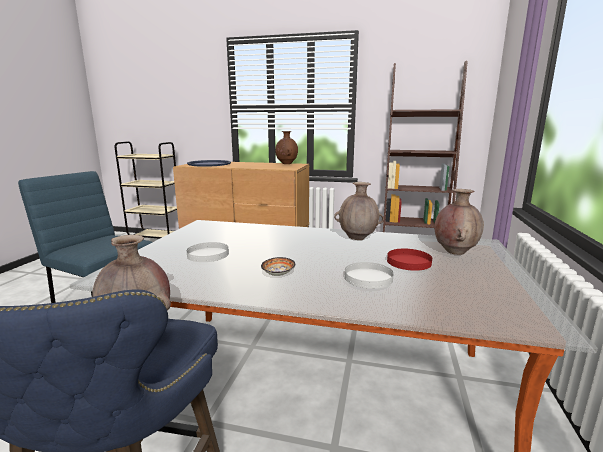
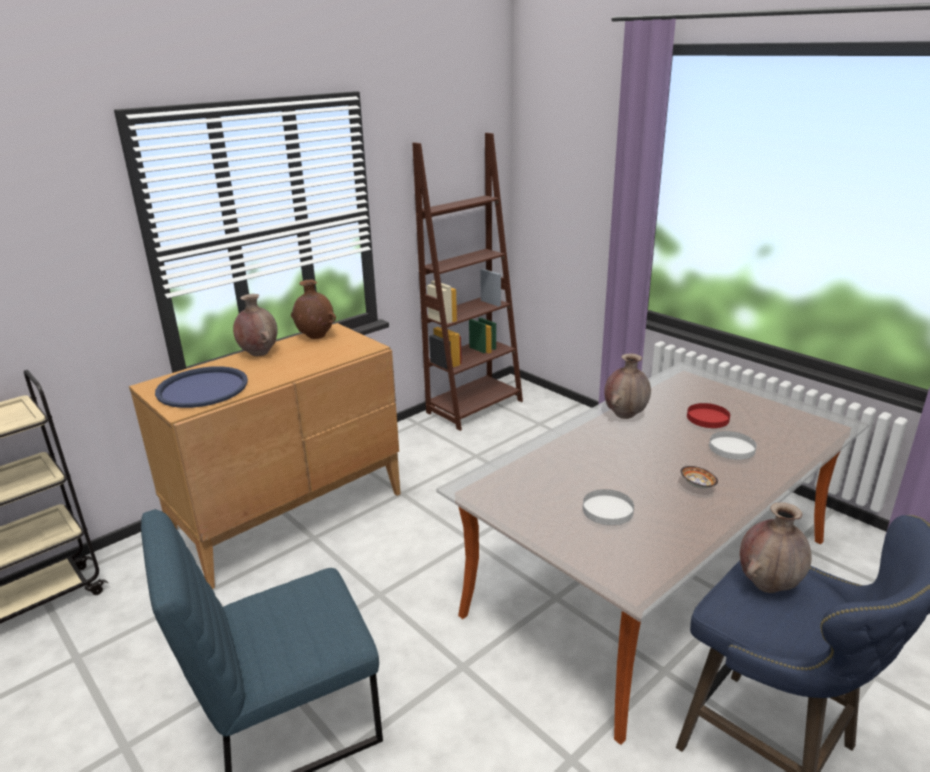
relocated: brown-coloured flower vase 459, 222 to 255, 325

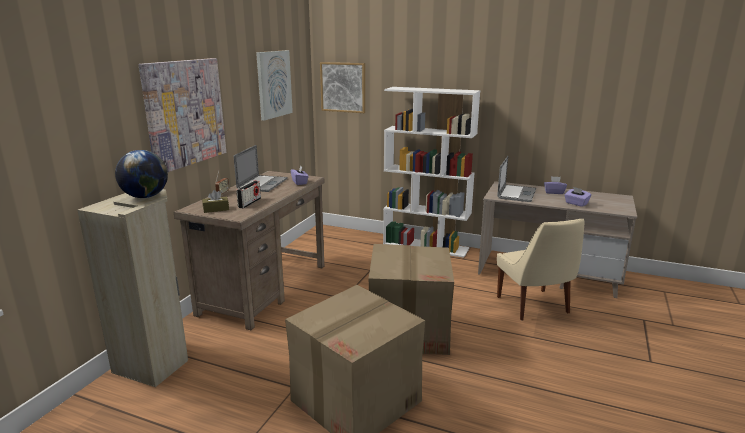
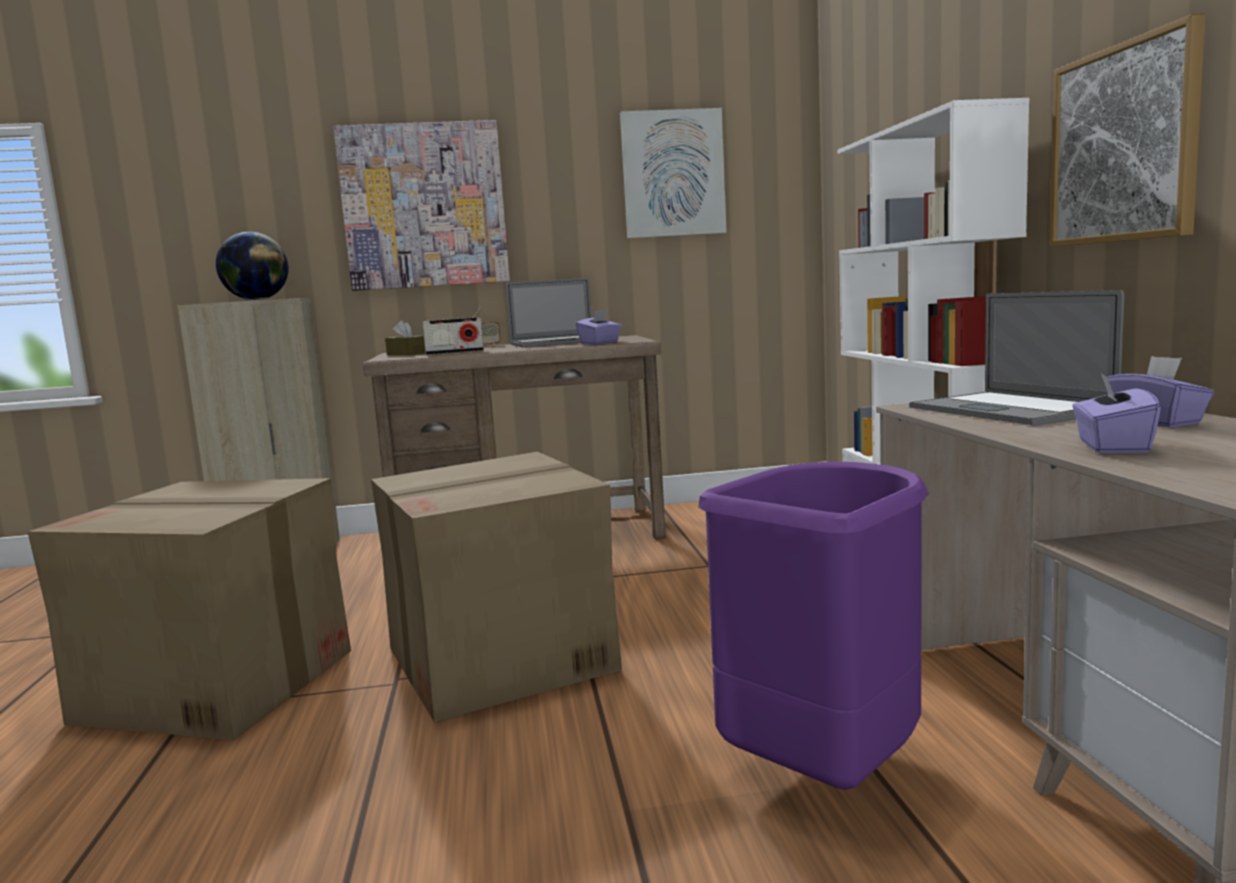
relocated: wall picture 342, 87 to 1127, 130
exchanged: sand-coloured plain chair 541, 269 to purple-coloured trash can 813, 626
spun: notebook computer 516, 179 = 1016, 358 75 degrees clockwise

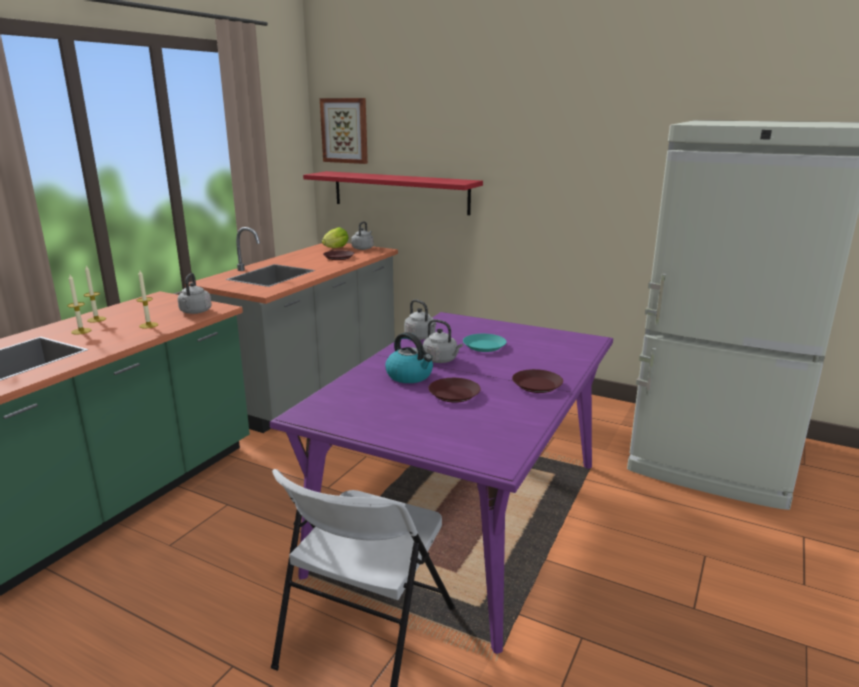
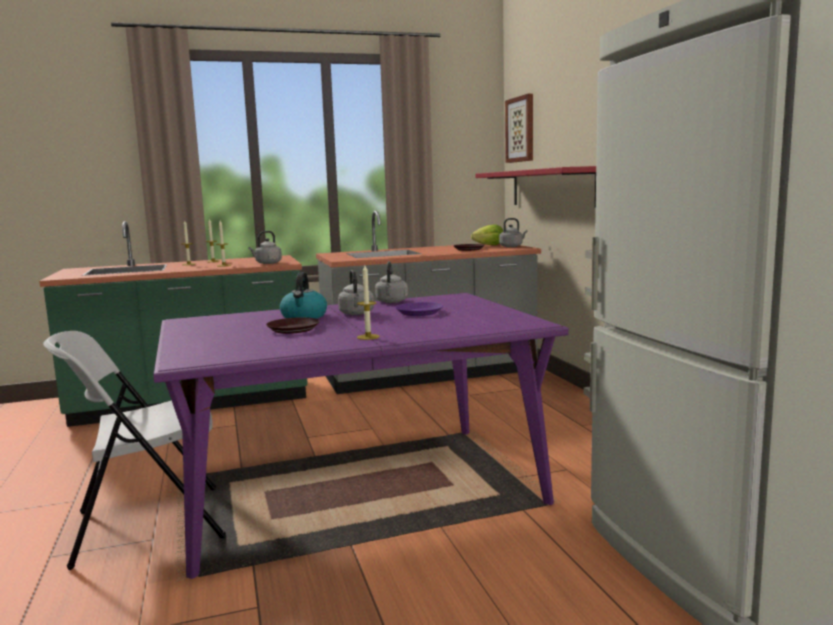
exchanged: brown-coloured plate 537, 381 to candle 368, 302
colour: turquoise-coloured plate 485, 343 to purple-coloured plate 419, 309

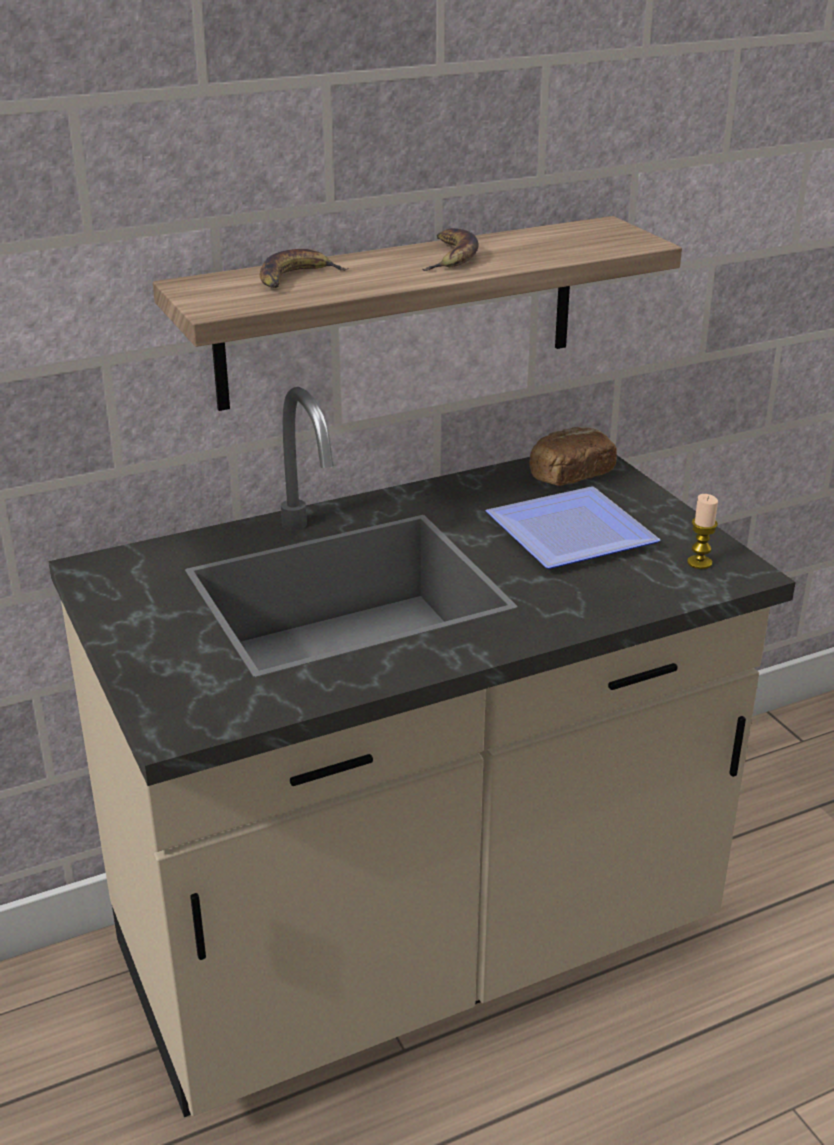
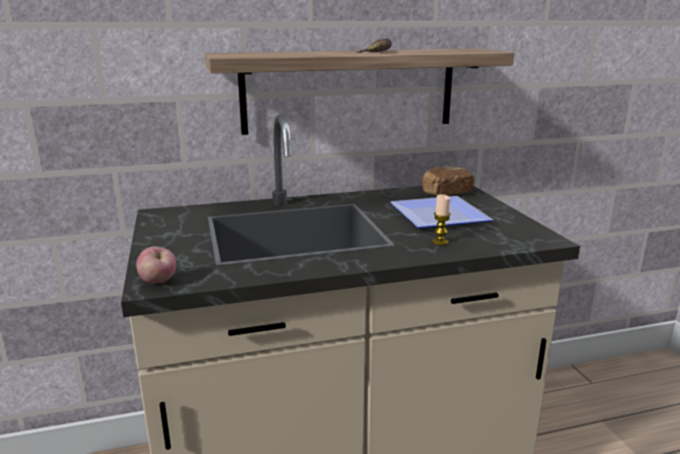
missing: banana fruit 304, 268
appeared: whole apple 156, 265
relocated: candle 702, 531 to 441, 219

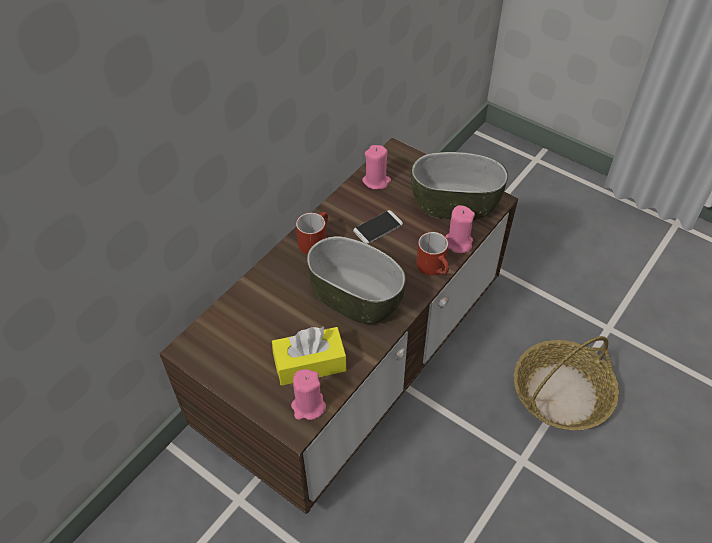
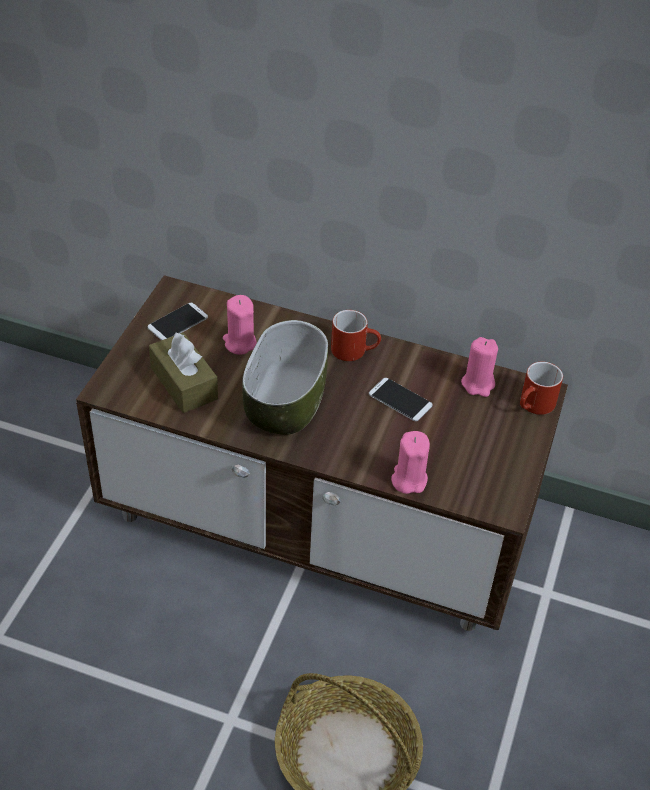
missing: deep dish 459, 186
appeared: phone 178, 321
relocated: pink candle 308, 394 to 240, 325; reddish coffee mug 432, 254 to 541, 388
colour: yellow-coloured tissue box 309, 356 to brown-coloured tissue box 183, 372

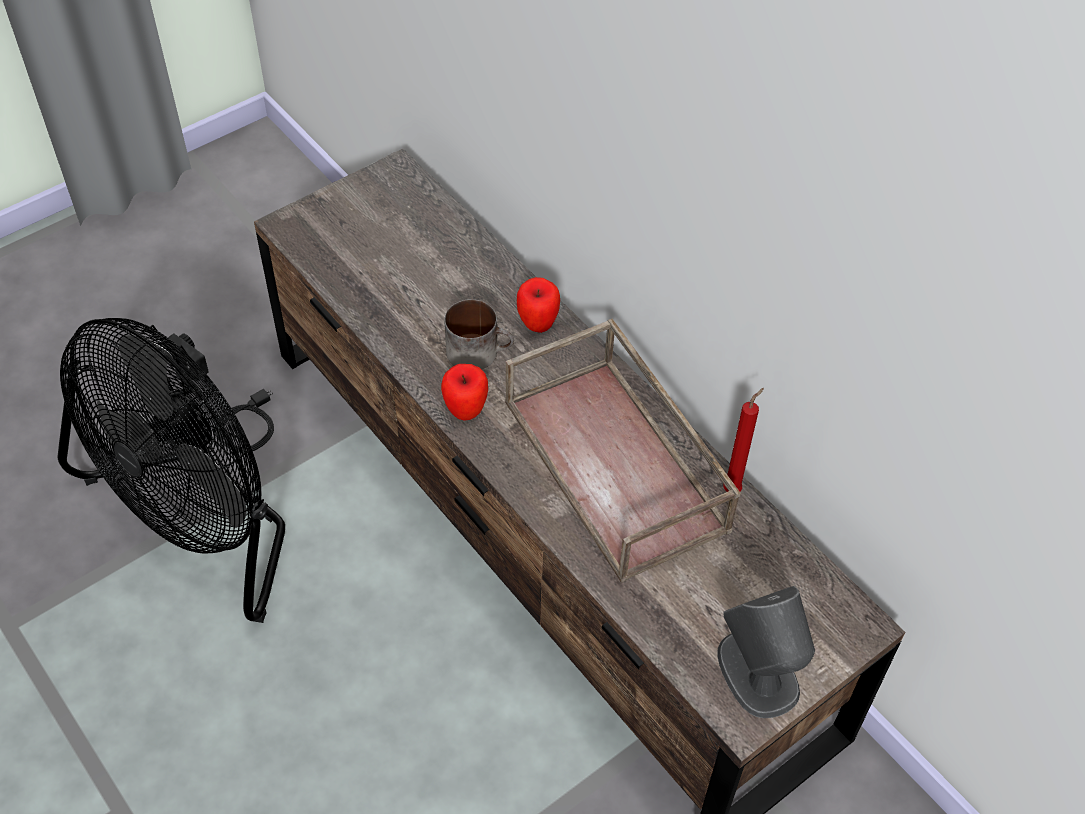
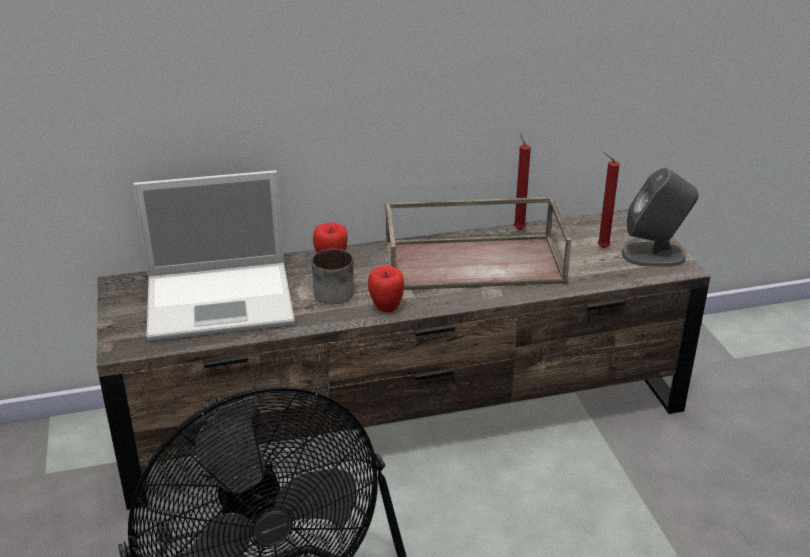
appeared: notebook computer 214, 255; reddish candle 608, 200

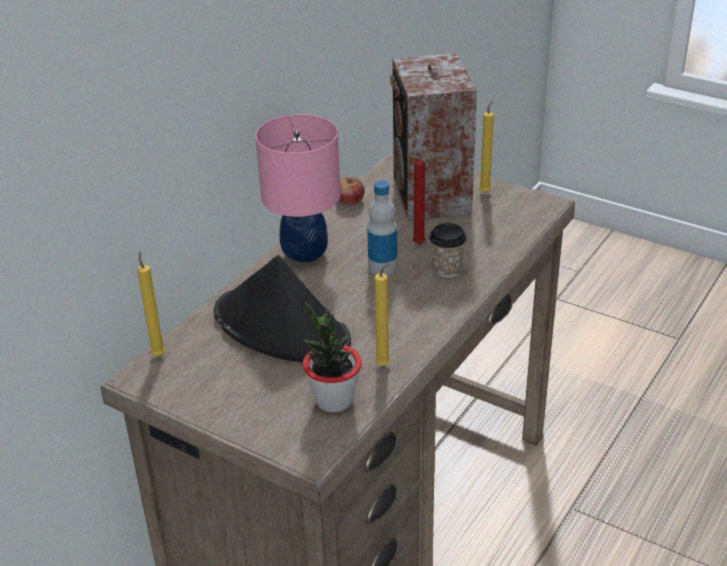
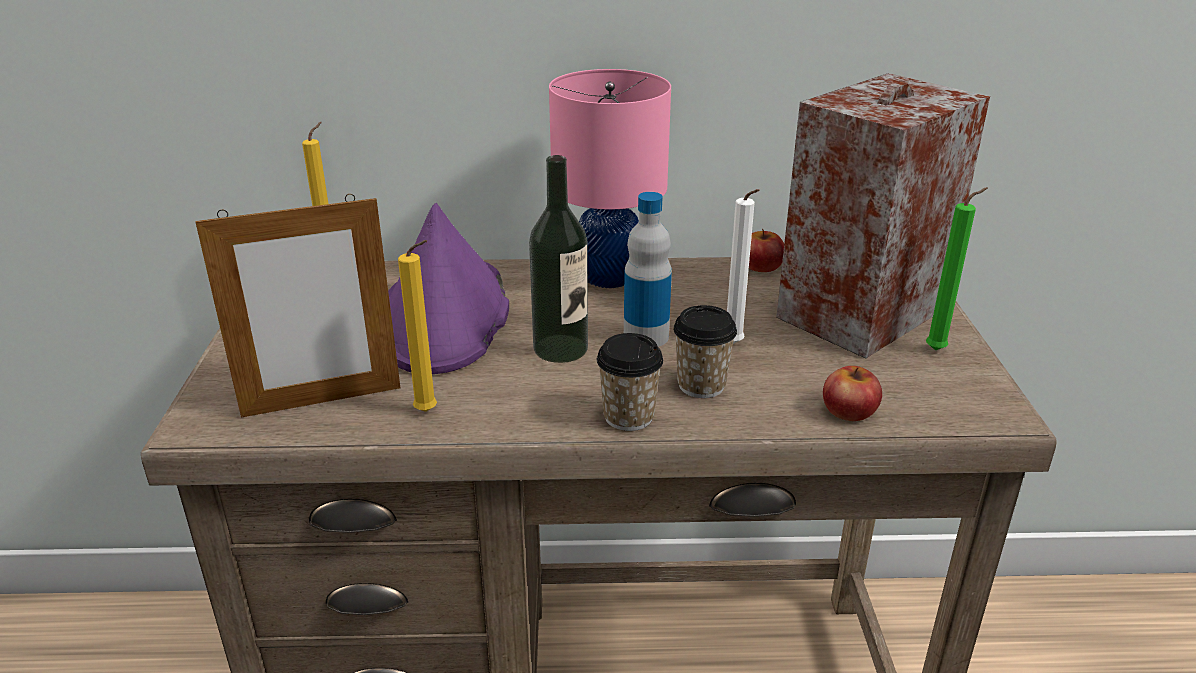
appeared: bottle 558, 259; small cup 630, 382; whole apple 852, 393
exchanged: plant in a pot 332, 357 to picture frame 297, 306
colour: black wearable hat 282, 309 to purple-coloured wearable hat 448, 288; reddish candle 422, 198 to white-coloured candle 743, 266; yellow-coloured candle 486, 146 to green-coloured candle 957, 268

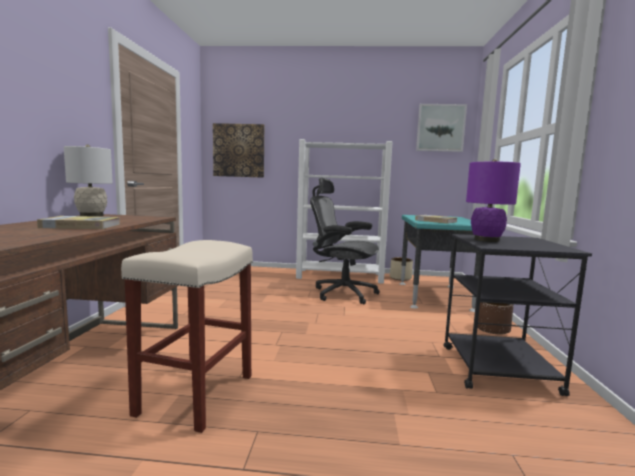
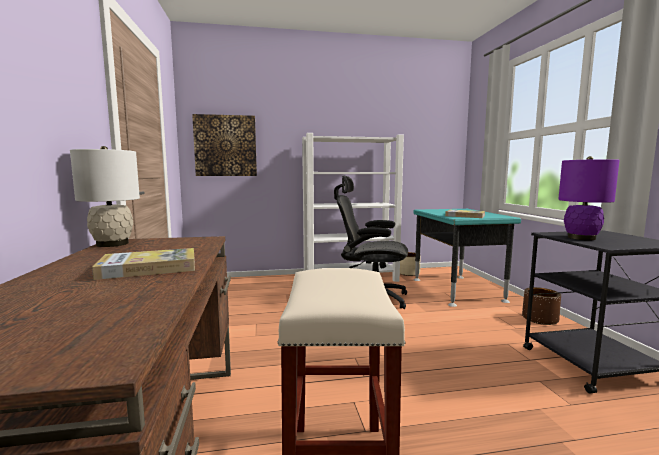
missing: wall picture 441, 128

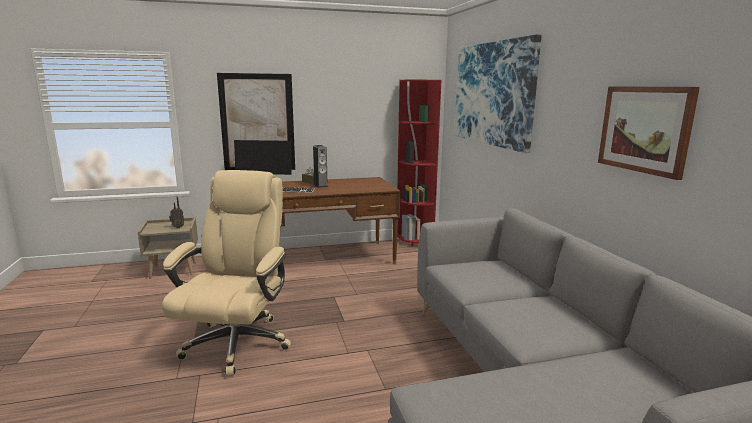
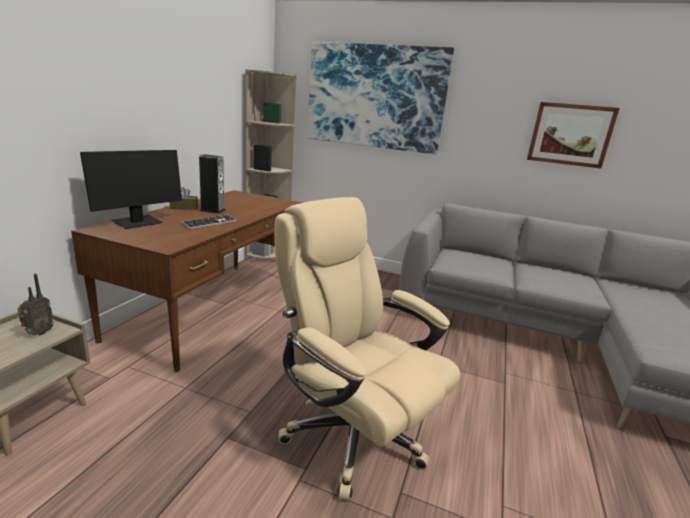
missing: wall picture 256, 121
colour: reddish shelving unit 419, 163 to sand-coloured shelving unit 271, 165

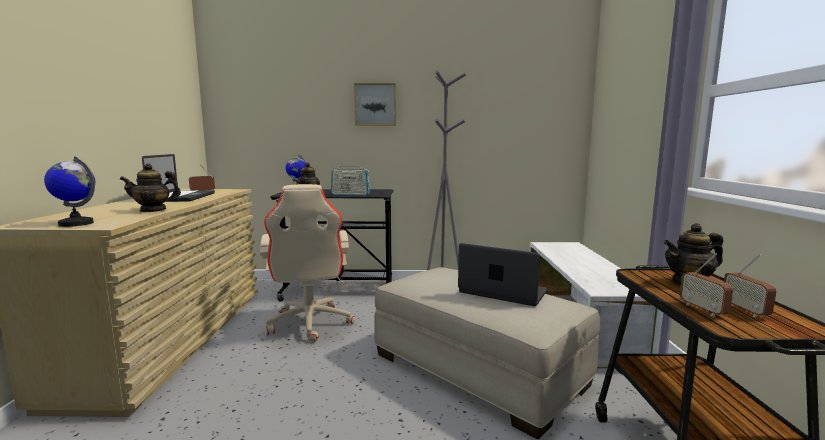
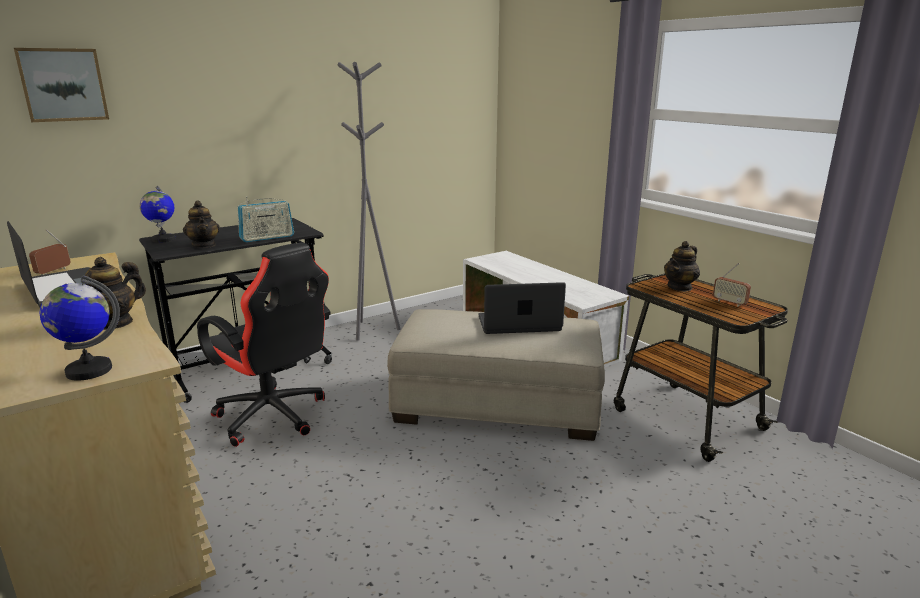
missing: radio receiver 706, 285
relocated: wall picture 375, 104 to 61, 85
colour: sand-coloured office chair 307, 263 to black office chair 264, 345

